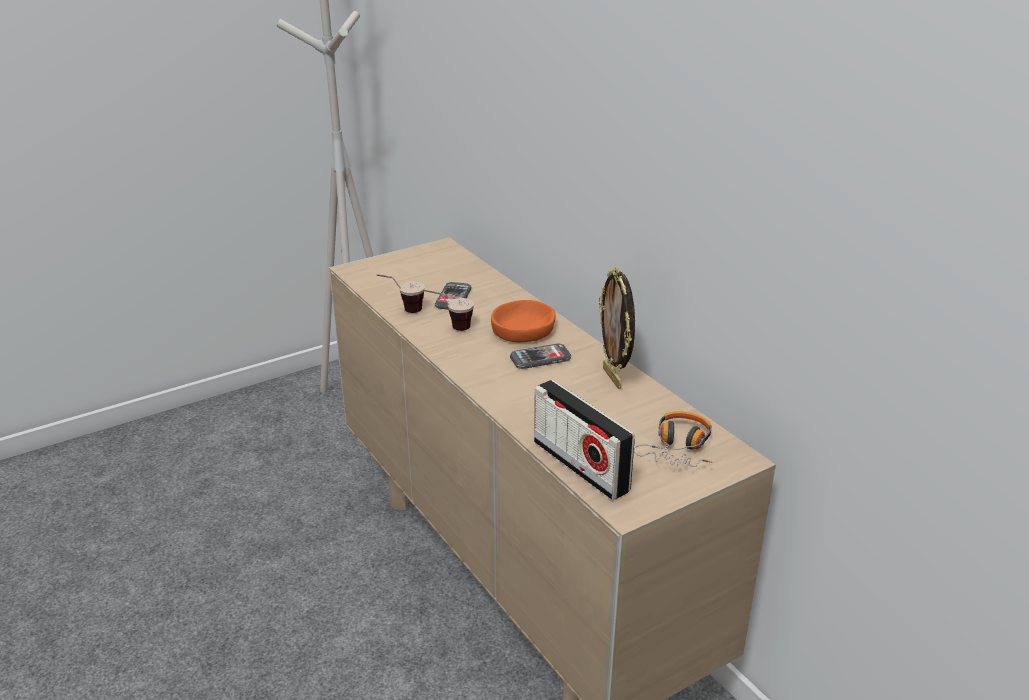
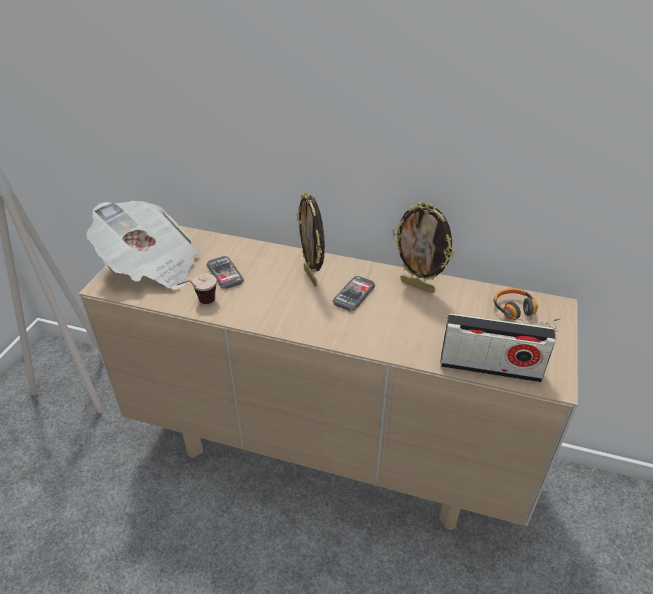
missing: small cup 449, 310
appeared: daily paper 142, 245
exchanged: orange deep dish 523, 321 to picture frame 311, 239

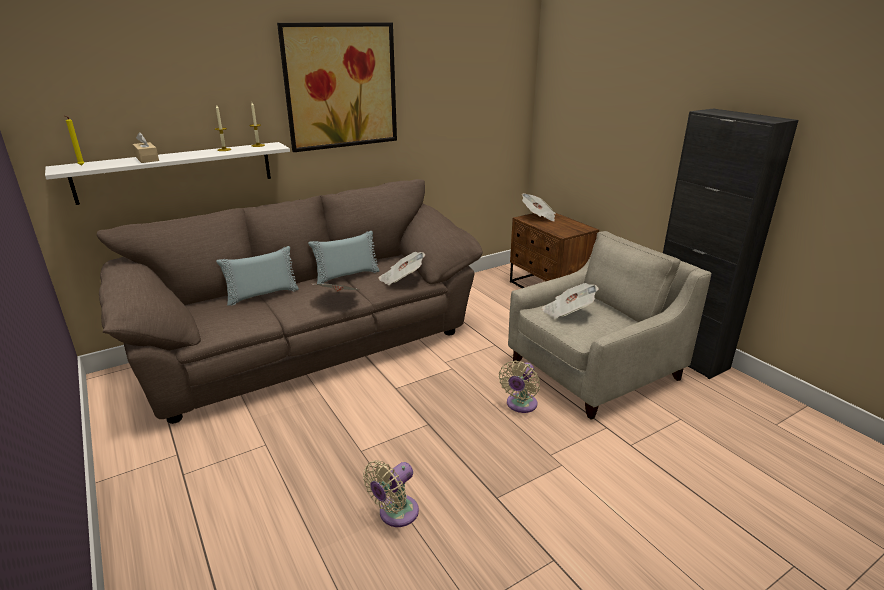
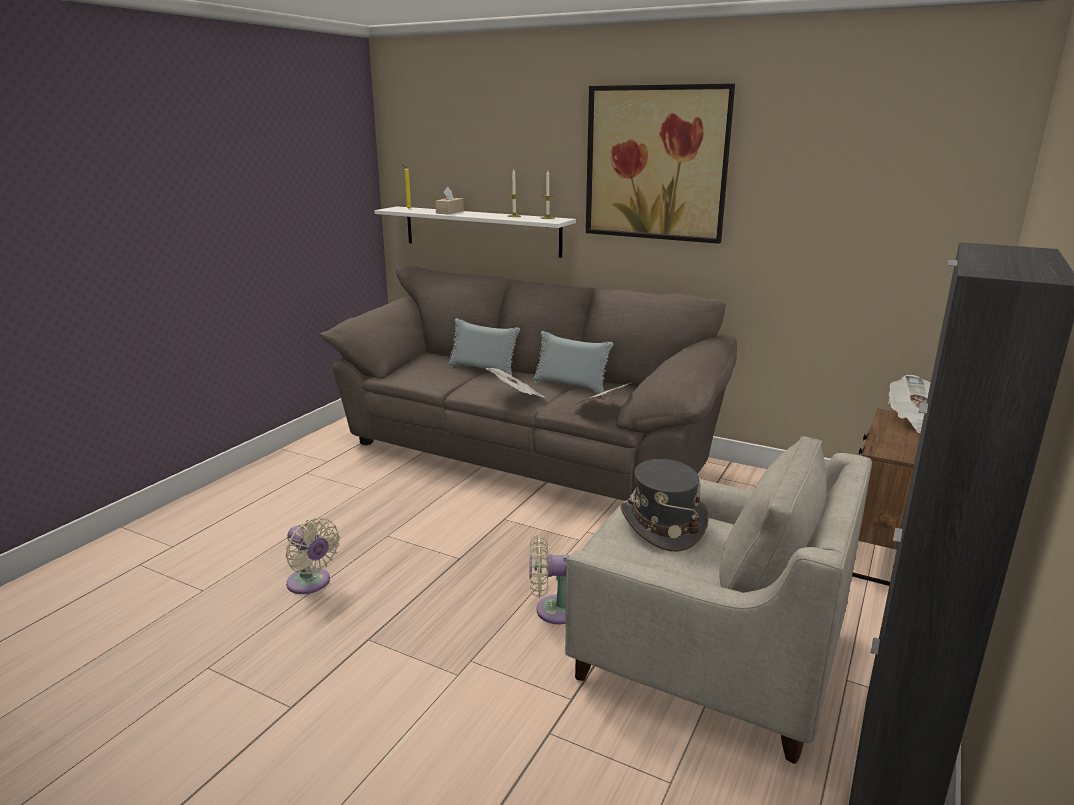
exchanged: daily paper 570, 301 to greyish wearable hat 665, 505
spun: sand-coloured electric fan 391, 493 = 313, 556 150 degrees counterclockwise

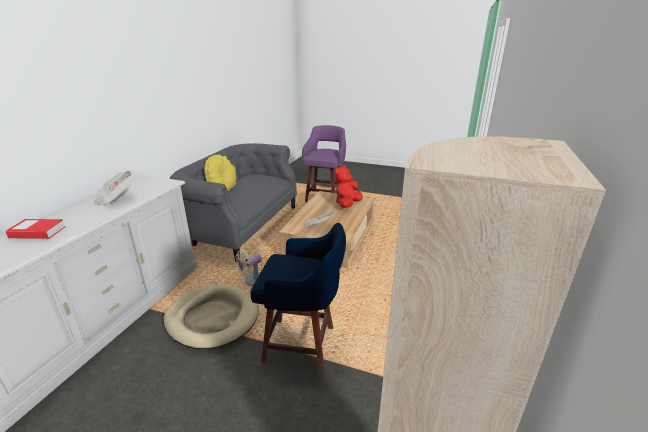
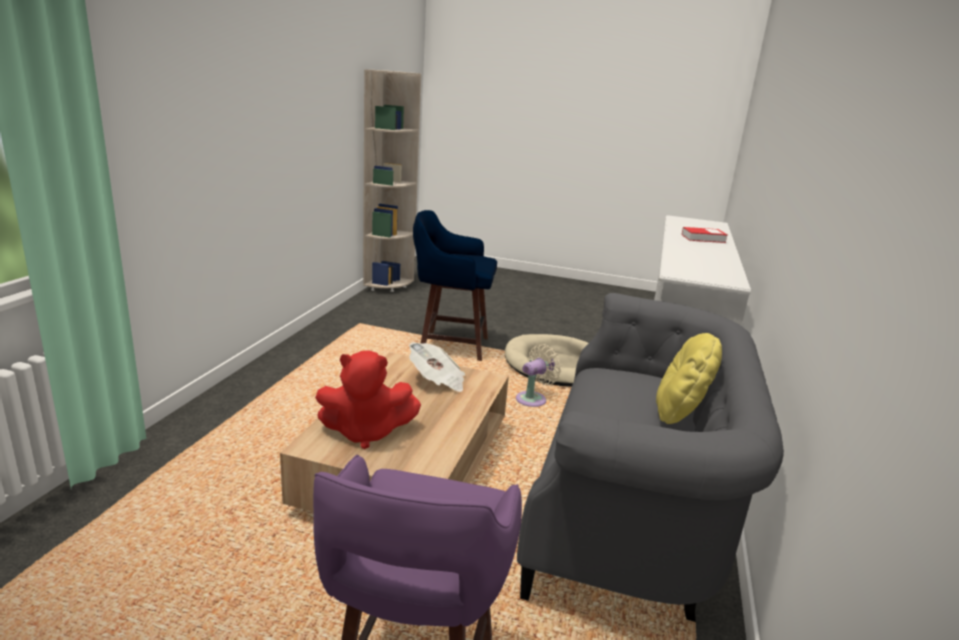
missing: daily paper 112, 188
spun: reddish soft toy 349, 186 = 368, 399 60 degrees clockwise

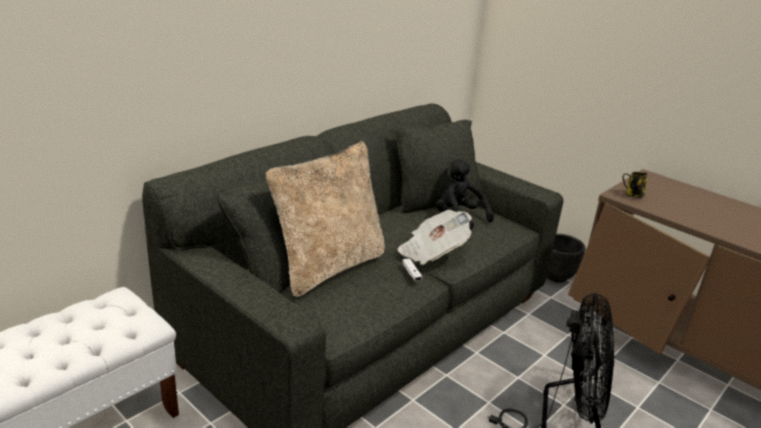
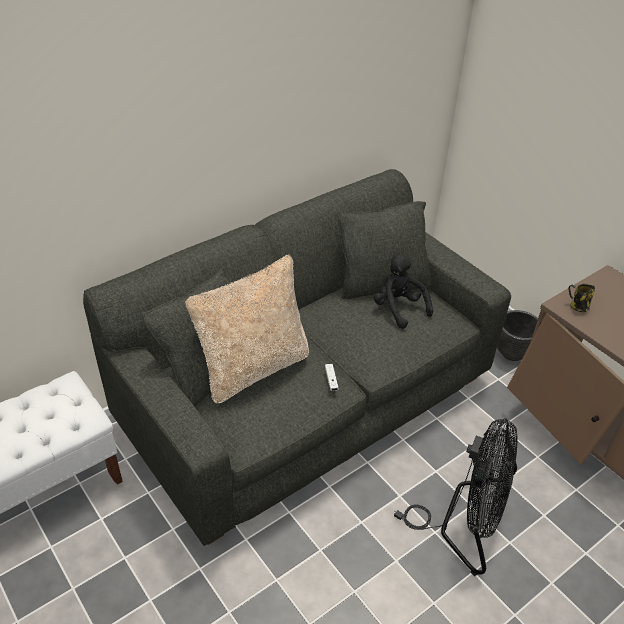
missing: daily paper 435, 237

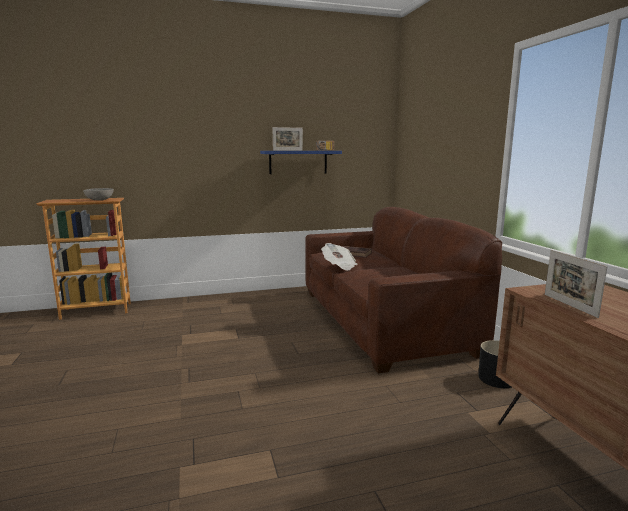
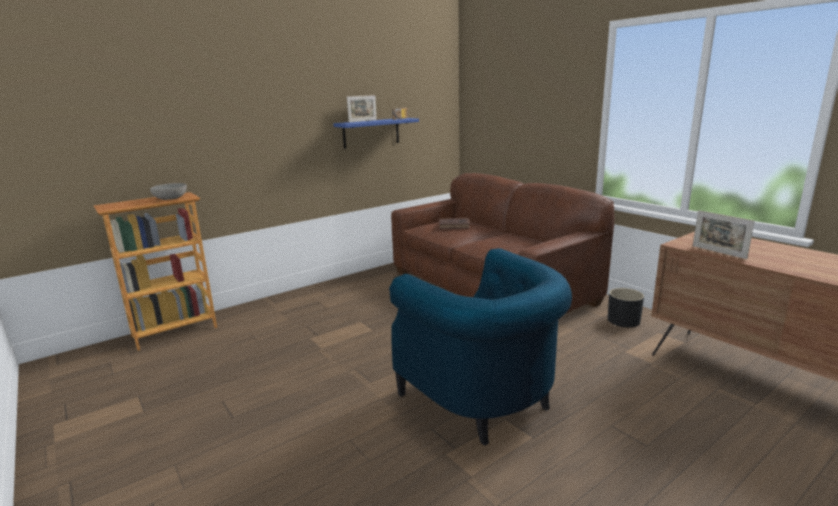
missing: daily paper 339, 257
appeared: blue armchair 480, 347

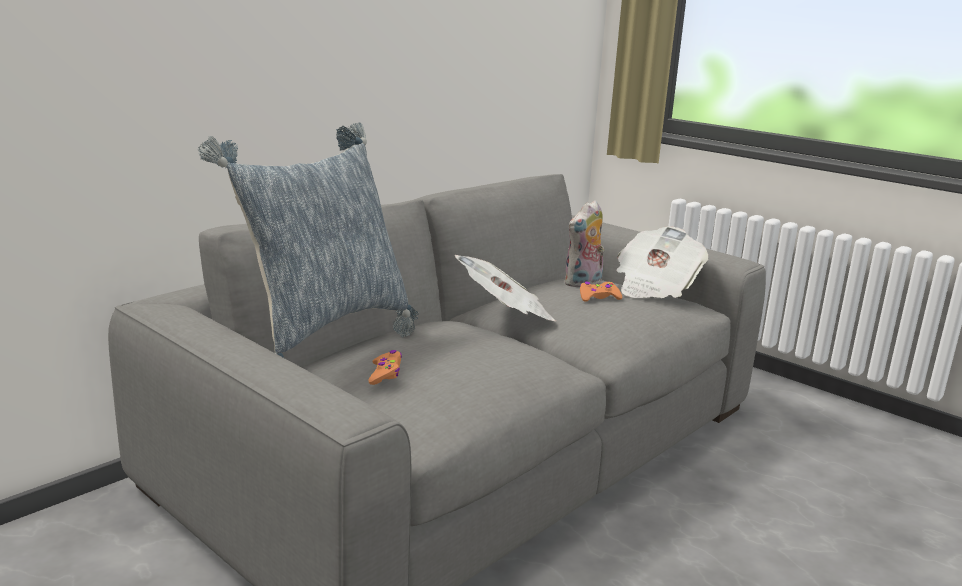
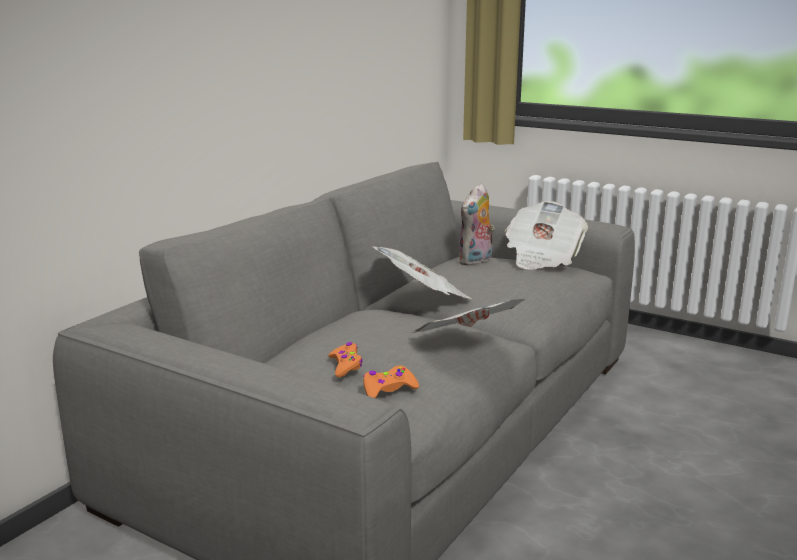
missing: pillow 307, 240
appeared: daily paper 468, 316
relocated: orange gamepad 601, 292 to 391, 382

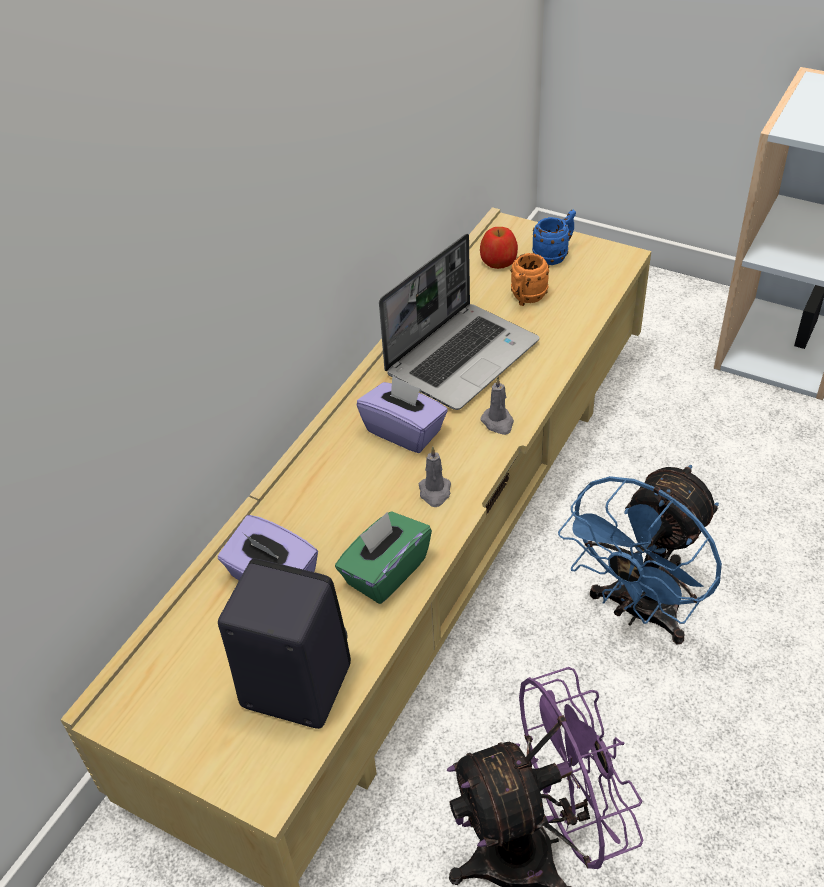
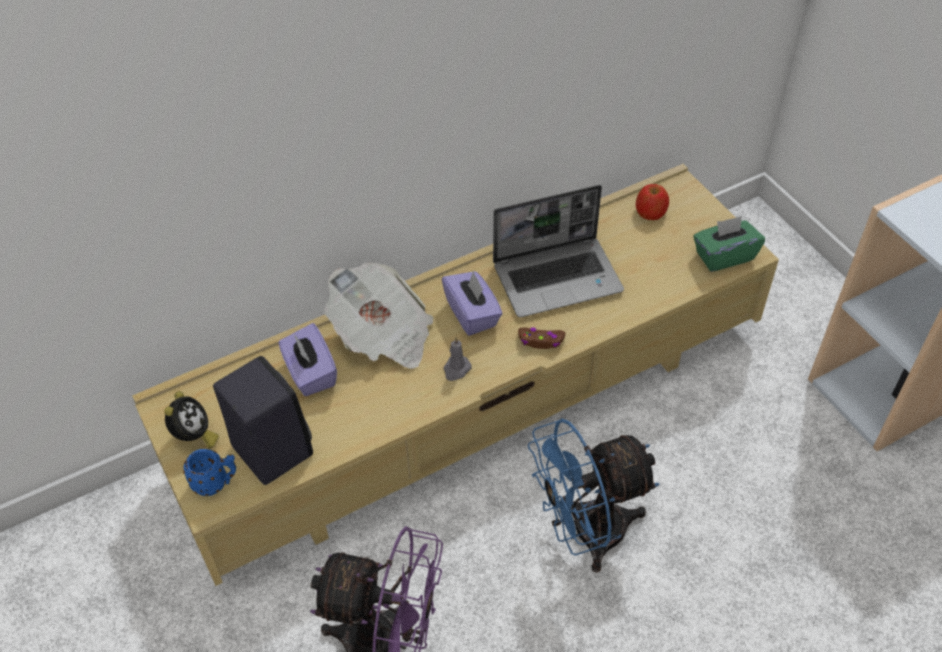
missing: orange coffee mug 530, 279
appeared: table clock 191, 420; daily paper 379, 316
relocated: green-coloured tissue box 383, 557 to 729, 244; blue coffee mug 554, 237 to 209, 472
exchanged: greyish candle 497, 406 to brown-coloured gamepad 542, 338

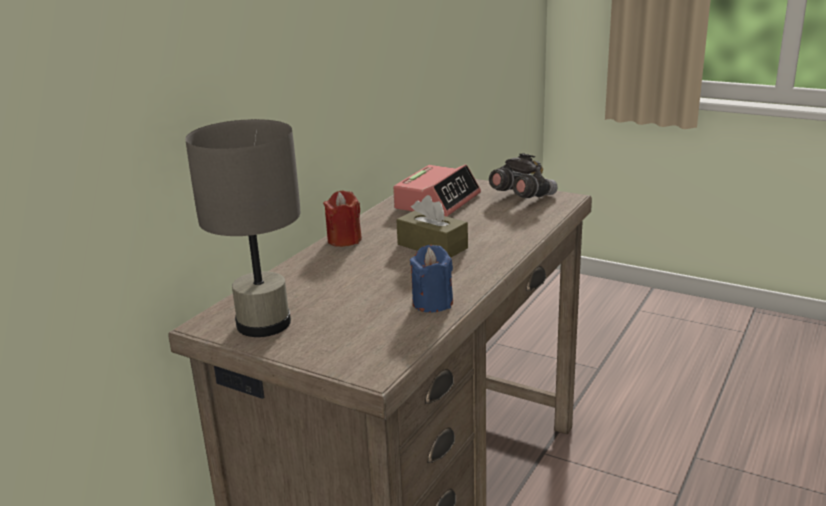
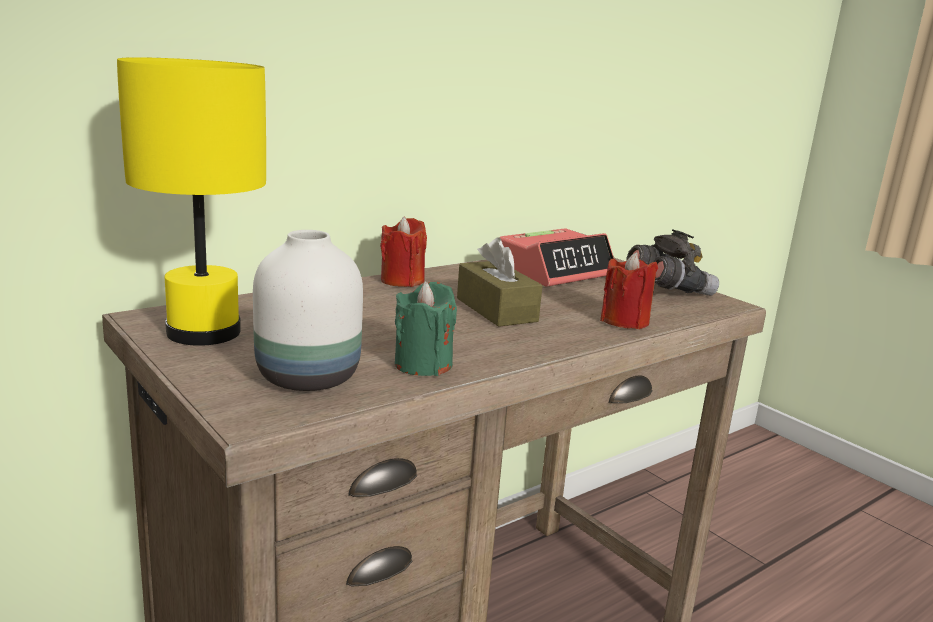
appeared: white-coloured flower vase 308, 310; reddish candle 629, 290
colour: greyish table lamp 243, 228 to yellow-coloured table lamp 191, 201; blue candle 431, 278 to green-coloured candle 426, 329

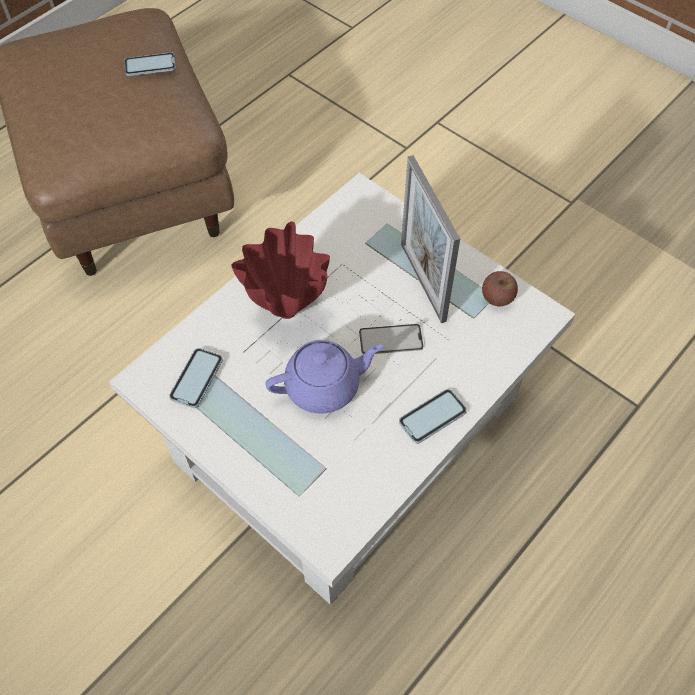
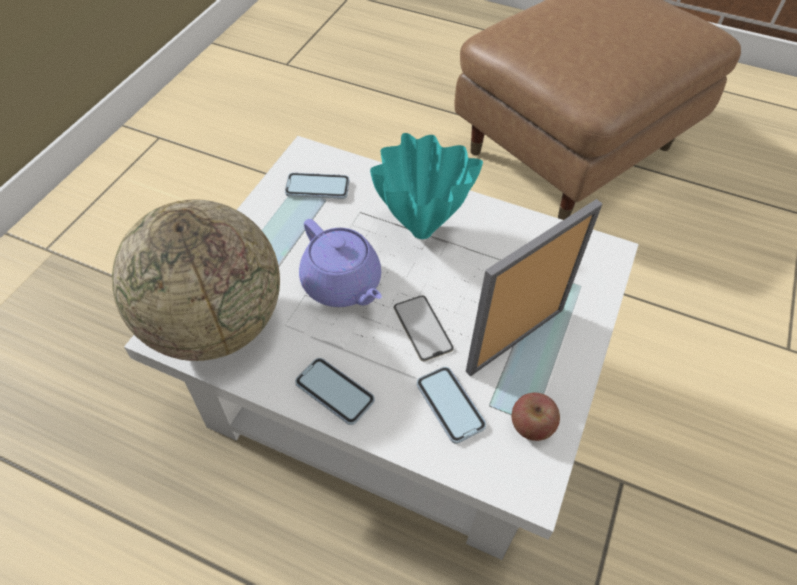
appeared: world globe 196, 280
relocated: phone 150, 64 to 451, 405
colour: reddish flower vase 280, 270 to turquoise-coloured flower vase 426, 186

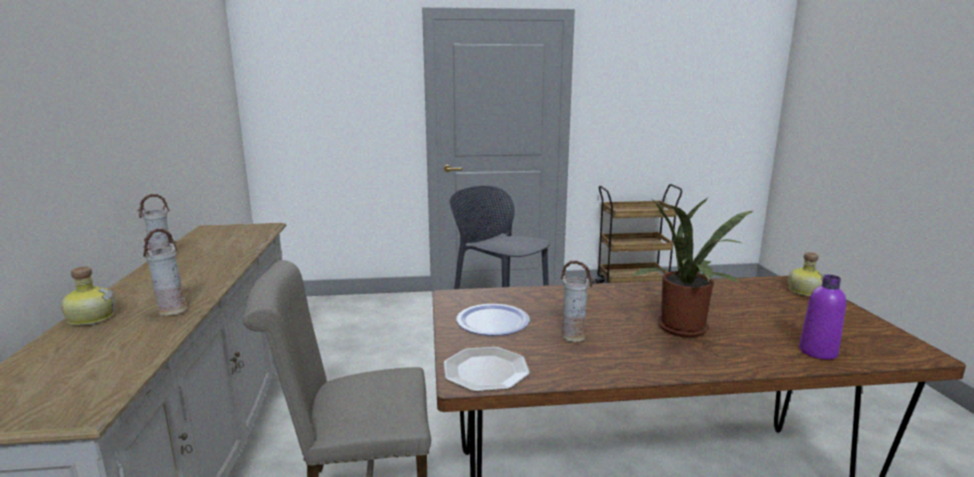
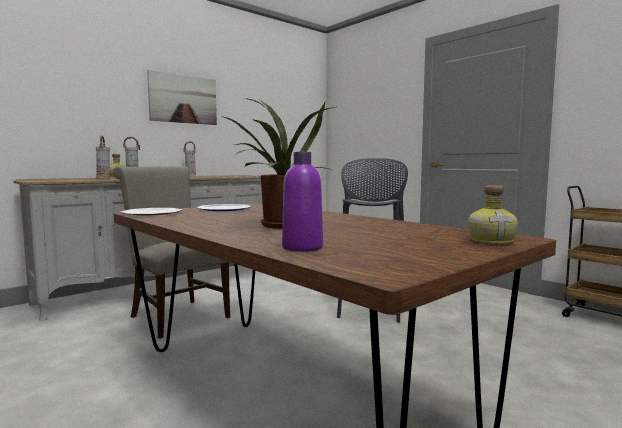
appeared: wall picture 182, 97
relocated: flower vase 577, 301 to 103, 157

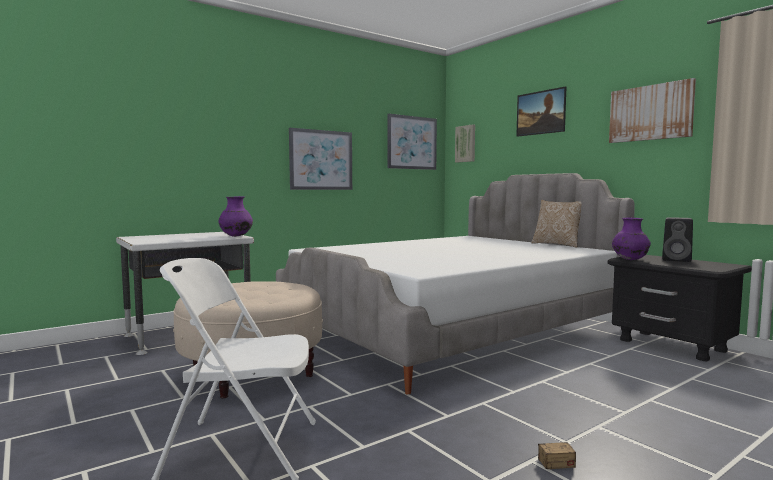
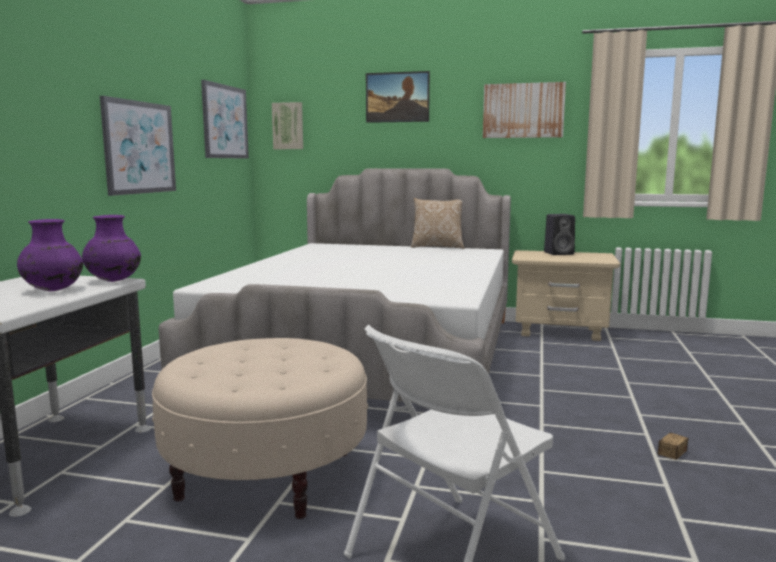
relocated: purple-coloured flower vase 631, 239 to 50, 255
colour: black night table 680, 308 to sand-coloured night table 566, 295

